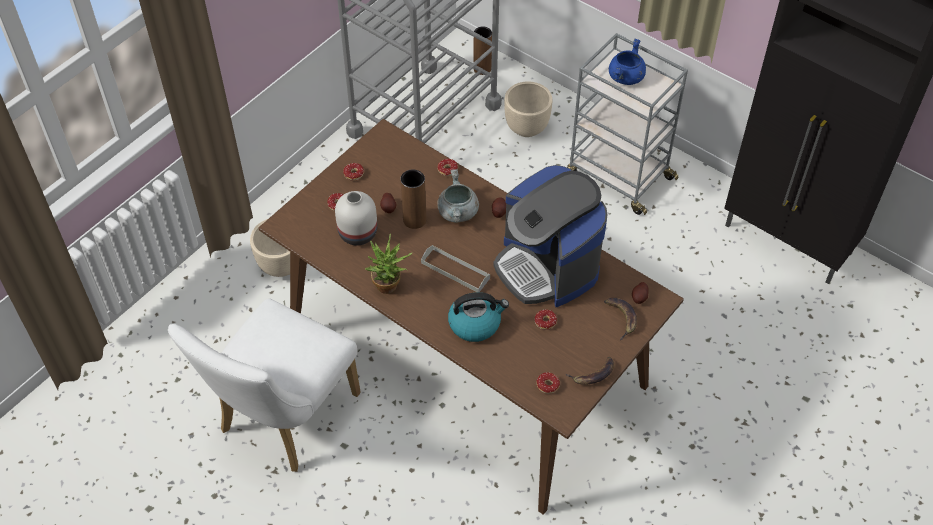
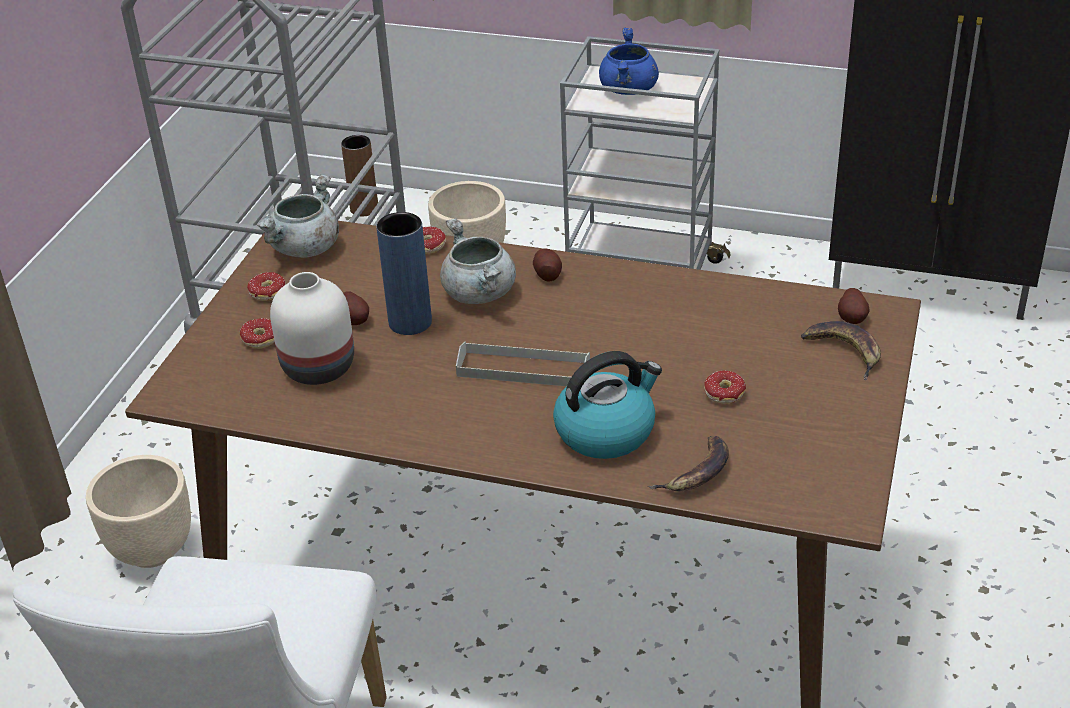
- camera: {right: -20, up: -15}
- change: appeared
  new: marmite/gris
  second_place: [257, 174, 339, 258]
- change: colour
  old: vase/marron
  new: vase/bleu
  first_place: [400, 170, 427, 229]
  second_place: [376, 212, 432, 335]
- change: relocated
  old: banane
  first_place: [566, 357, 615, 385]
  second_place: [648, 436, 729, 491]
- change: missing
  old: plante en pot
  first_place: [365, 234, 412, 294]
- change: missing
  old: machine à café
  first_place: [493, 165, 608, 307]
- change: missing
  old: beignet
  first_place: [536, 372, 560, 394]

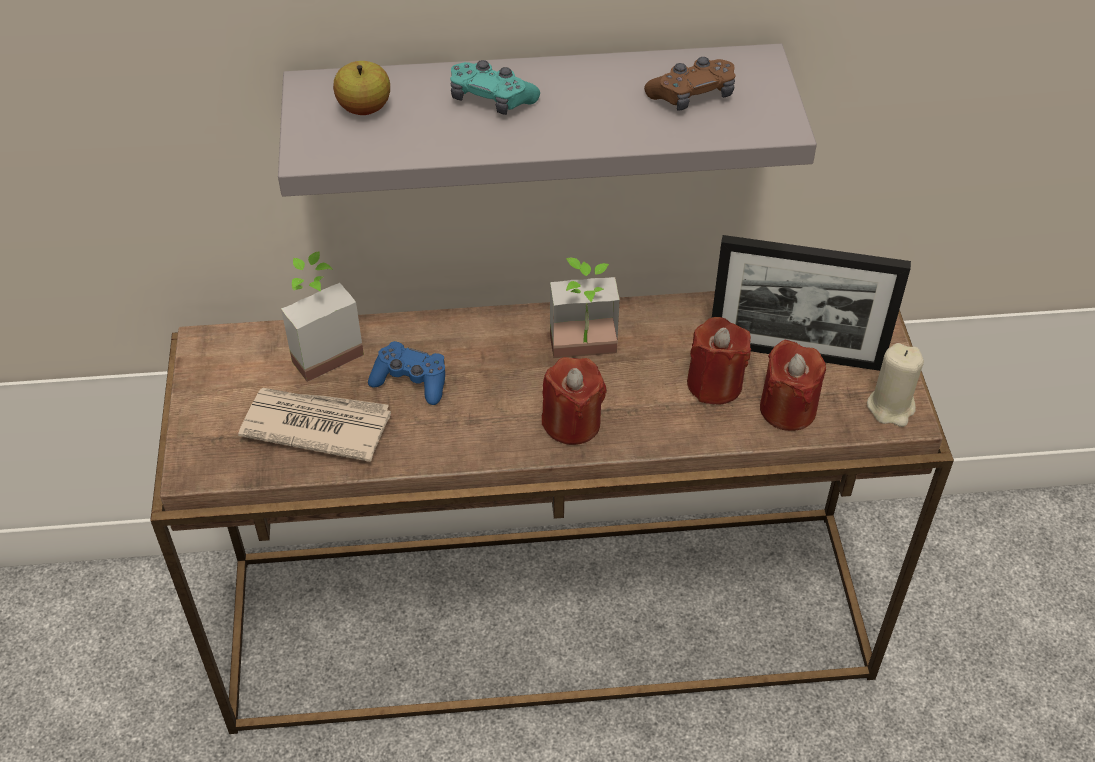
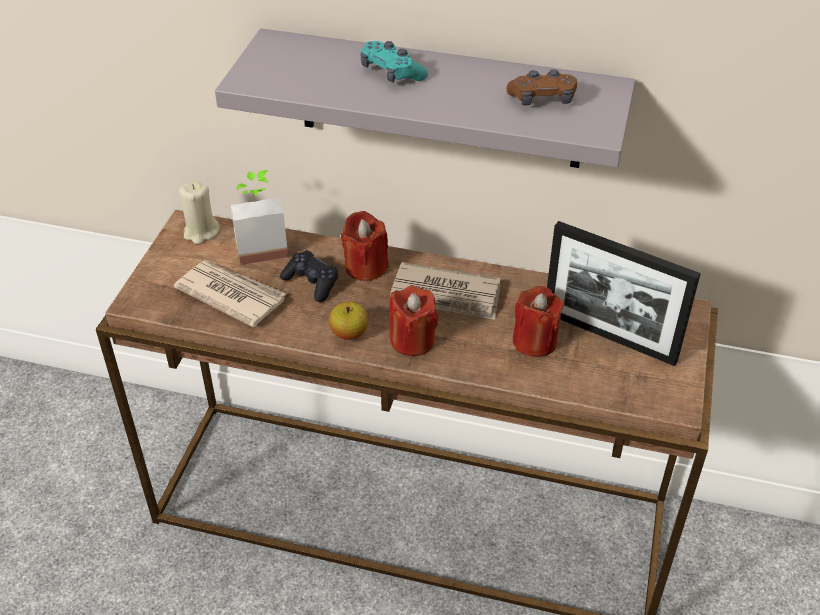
- camera: {right: 20, up: -5}
- change: relocated
  old: bougie/beige
  first_place: [867, 343, 924, 427]
  second_place: [179, 182, 220, 244]
- change: colour
  old: manette/bleu
  new: manette/noir
  first_place: [368, 341, 445, 405]
  second_place: [280, 250, 338, 302]
- change: relocated
  old: pomme
  first_place: [333, 61, 390, 115]
  second_place: [329, 302, 368, 340]
- change: relocated
  old: bougie/rouge
  first_place: [760, 340, 826, 431]
  second_place: [341, 211, 389, 281]
- change: exchanged
  old: plante en pot
  new: journal
  first_place: [550, 258, 620, 358]
  second_place: [390, 262, 501, 320]

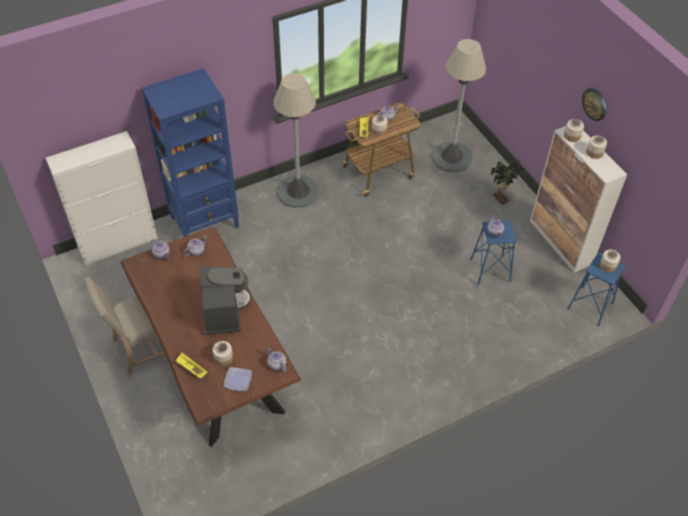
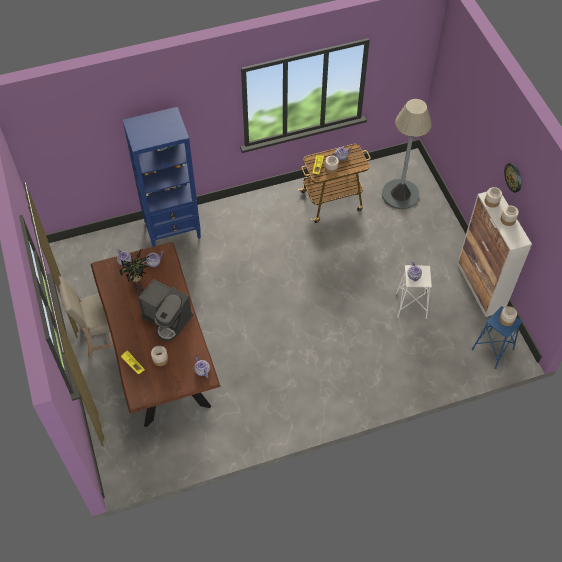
- camera: {right: 10, up: 5}
- change: relocated
  old: plante en pot
  first_place: [491, 160, 524, 205]
  second_place: [120, 249, 150, 296]
- change: spun
  old: machine à café
  first_place: [200, 266, 251, 335]
  second_place: [138, 279, 194, 341]
  degrees: 120
- change: colour
  old: tabouret/bleu
  new: tabouret/blanc
  first_place: [470, 220, 517, 285]
  second_place: [396, 265, 432, 319]
- change: missing
  old: meuble de rangement/blanc
  first_place: [46, 131, 158, 265]
- change: missing
  old: assiette
  first_place: [223, 367, 252, 391]
- change: missing
  old: lampadaire/gris
  first_place: [273, 73, 320, 208]

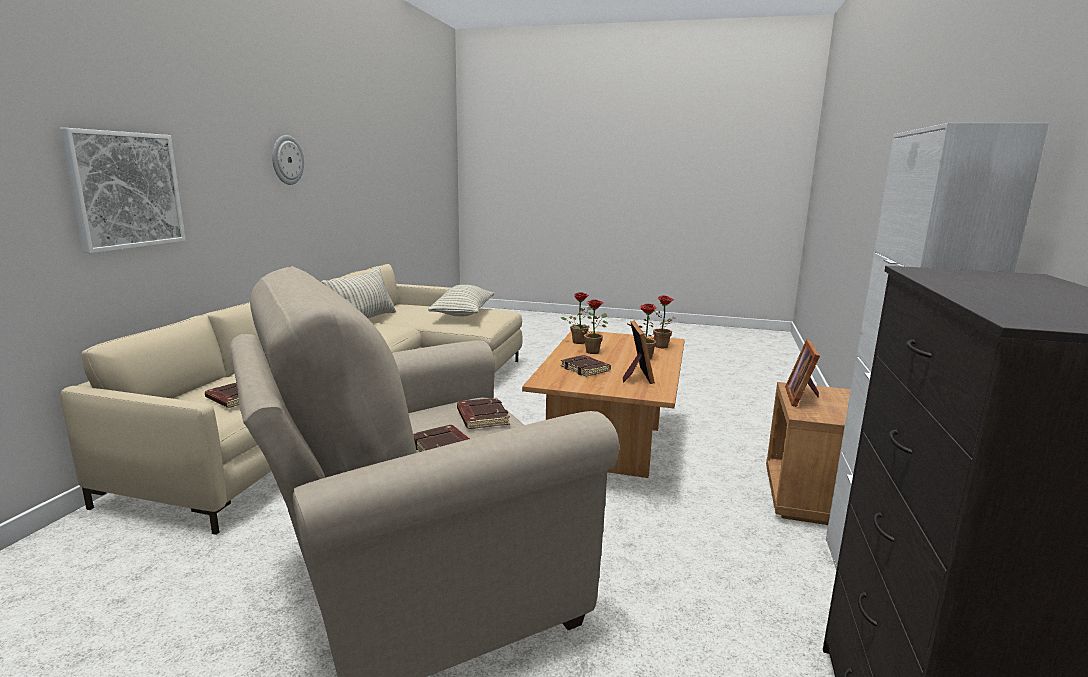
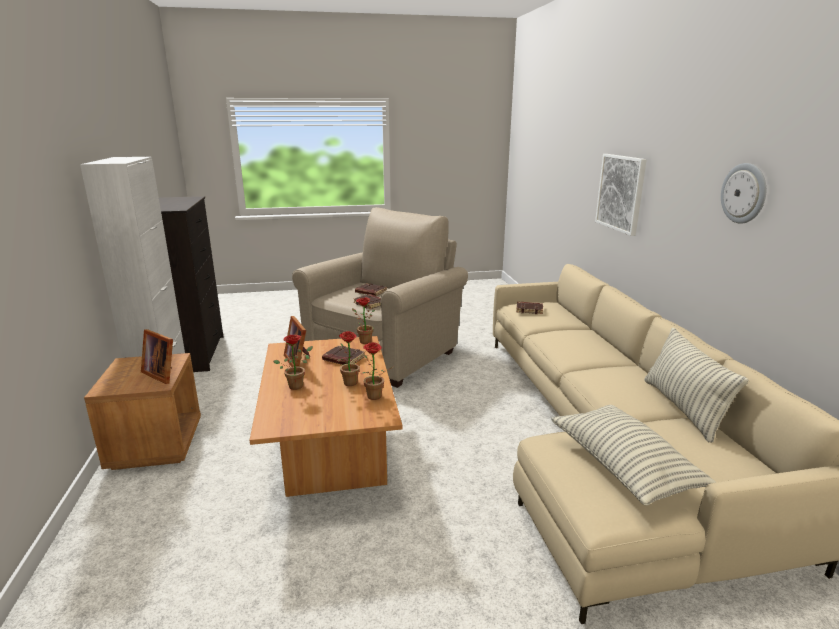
- camera: {right: 155, up: 5}
- change: spun
  old: cadre photo
  first_place: [785, 340, 820, 407]
  second_place: [141, 329, 173, 384]
  degrees: 135
- change: relocated
  old: plante en pot
  first_place: [653, 295, 675, 348]
  second_place: [352, 297, 375, 344]

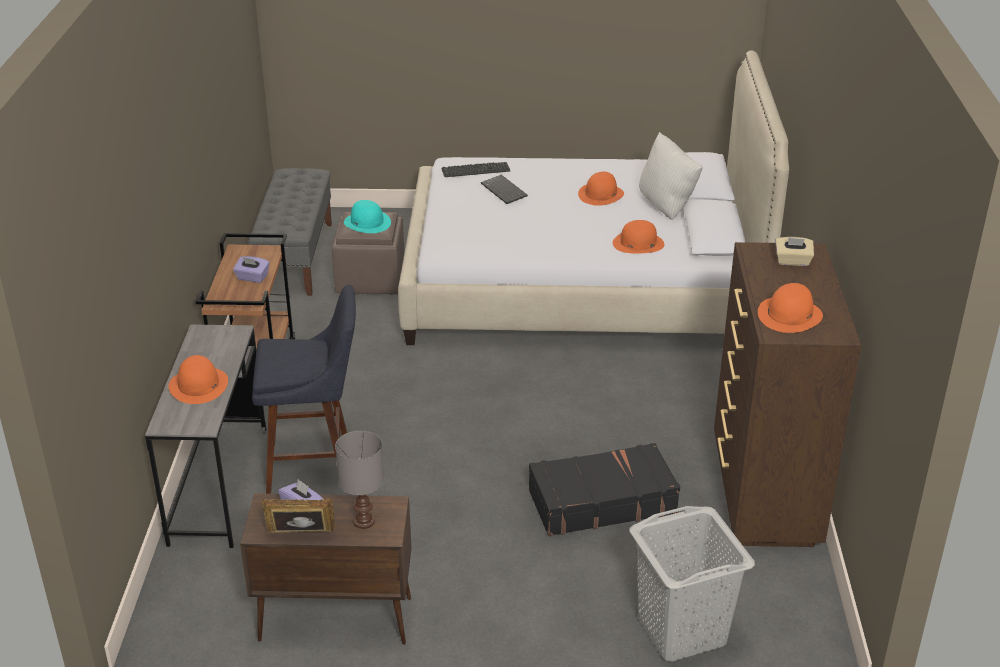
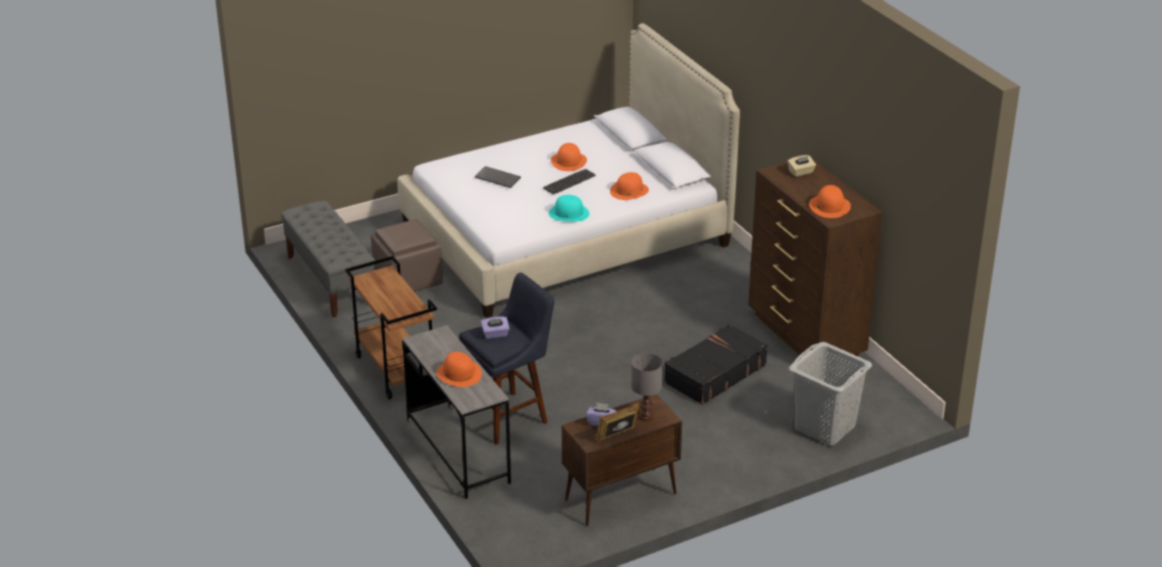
- camera: {right: -30, up: 0}
- change: relocated
  old: boîte à mouchoirs/violet
  first_place: [233, 256, 270, 283]
  second_place: [481, 316, 510, 339]
- change: relocated
  old: clavier
  first_place: [442, 162, 510, 177]
  second_place: [543, 169, 596, 195]
- change: relocated
  old: chapeau/turquoise
  first_place: [344, 200, 391, 233]
  second_place: [549, 195, 589, 222]
- change: missing
  old: coussin/blanc
  first_place: [639, 132, 702, 220]

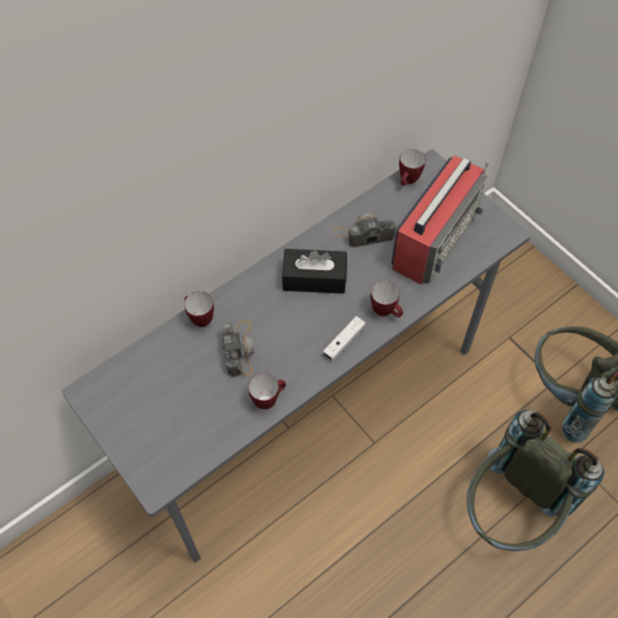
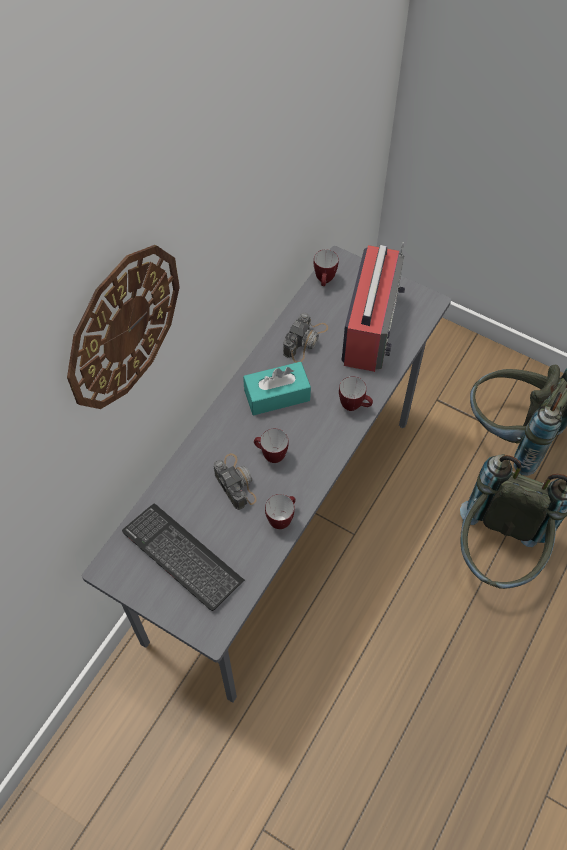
- camera: {right: -20, up: 0}
- change: appeared
  new: horloge murale
  second_place: [67, 245, 180, 409]
- change: appeared
  new: clavier
  second_place: [122, 503, 245, 611]
- change: colour
  old: boîte à mouchoirs/noir
  new: boîte à mouchoirs/turquoise
  first_place: [282, 249, 347, 294]
  second_place: [243, 362, 311, 416]
- change: relocated
  old: mug
  first_place: [184, 291, 214, 327]
  second_place: [254, 429, 288, 463]
- change: spun
  old: appareil photo
  first_place: [334, 212, 396, 247]
  second_place: [283, 312, 328, 363]
  degrees: 150
- change: missing
  old: manette/blanc
  first_place: [323, 316, 365, 361]

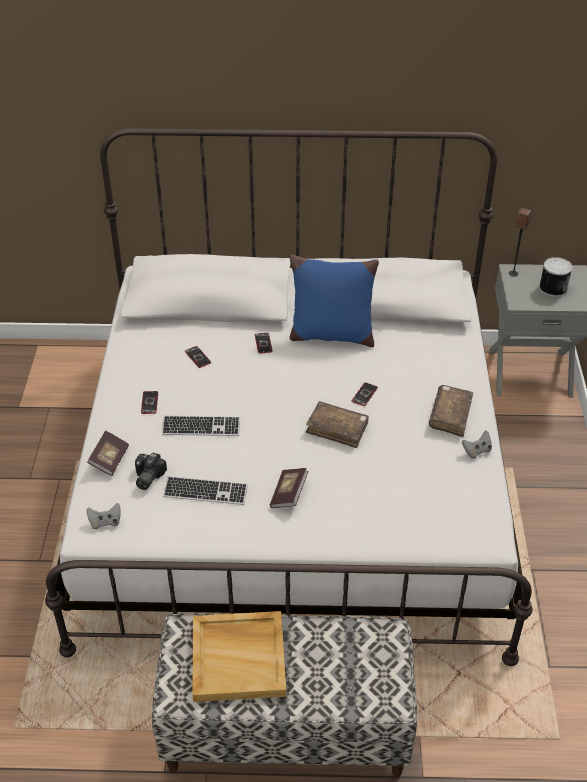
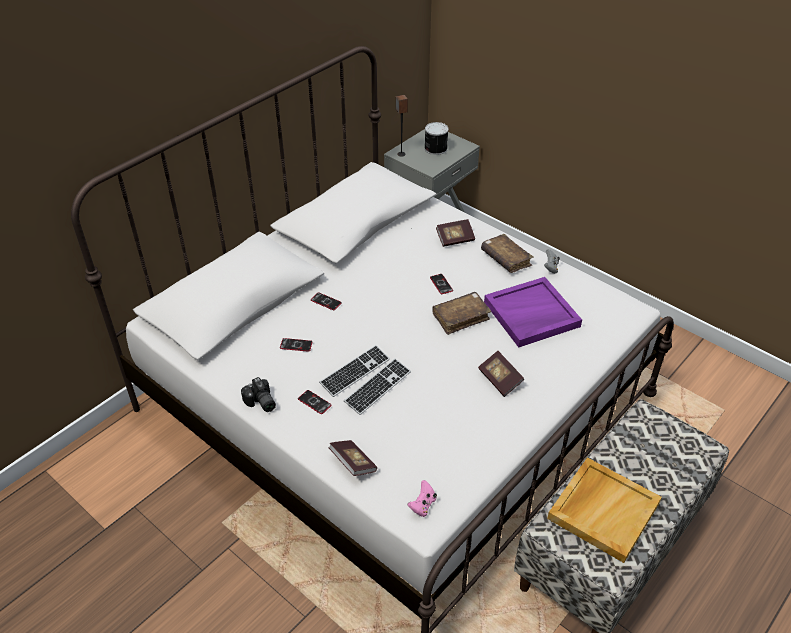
- camera: {right: -50, up: 0}
- change: relocated
  old: appareil photo
  first_place: [135, 453, 167, 490]
  second_place: [241, 377, 276, 412]
- change: relocated
  old: clavier
  first_place: [163, 476, 248, 505]
  second_place: [319, 345, 390, 397]
- change: colour
  old: manette/gris
  new: manette/rose
  first_place: [87, 503, 121, 529]
  second_place: [408, 480, 437, 517]
- change: appeared
  new: livre
  second_place: [436, 219, 475, 247]
- change: appeared
  new: plateau/violet
  second_place: [484, 277, 582, 348]
- change: missing
  old: coussin/bleu
  first_place: [289, 255, 379, 347]

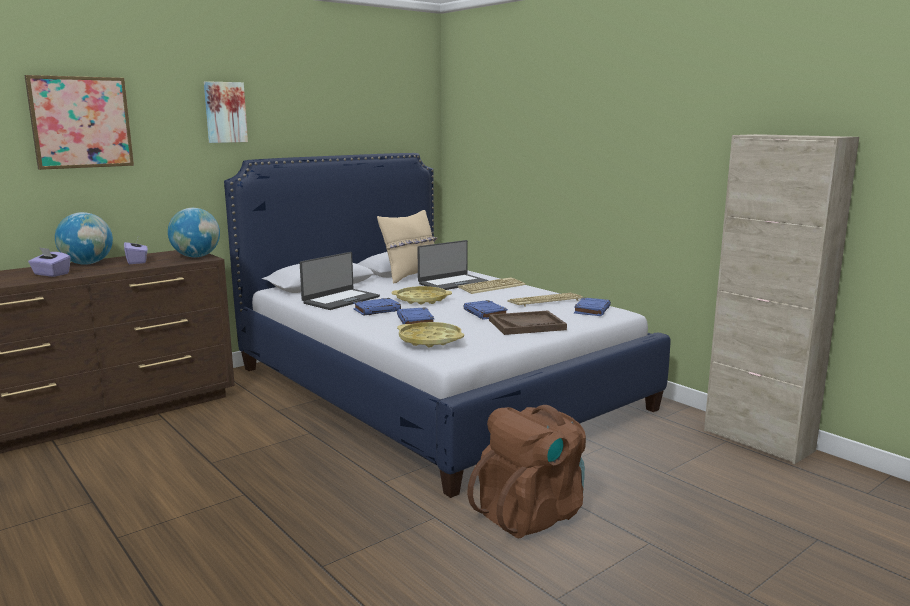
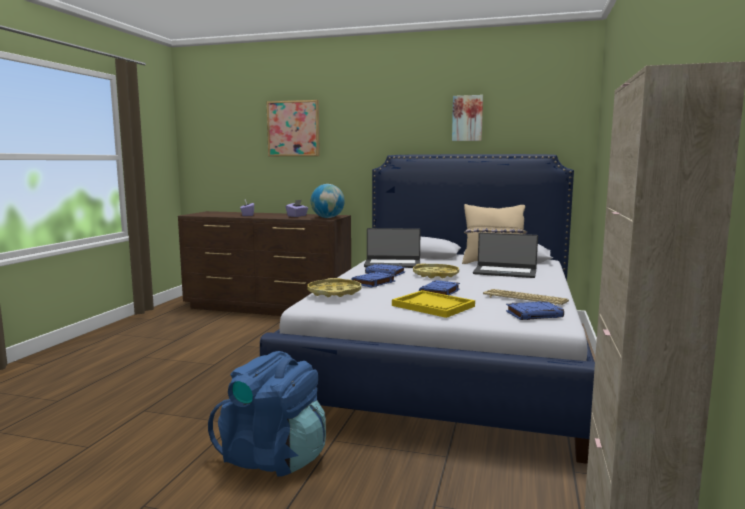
- camera: {right: 55, up: -5}
- change: colour
  old: sac à dos/marron
  new: sac à dos/bleu
  first_place: [467, 405, 586, 538]
  second_place: [208, 351, 326, 476]
- change: colour
  old: plateau/marron
  new: plateau/jaune
  first_place: [489, 311, 567, 335]
  second_place: [392, 290, 475, 318]
- change: relocated
  old: tableau
  first_place: [204, 81, 248, 143]
  second_place: [452, 95, 483, 141]
- change: missing
  old: globe
  first_place: [55, 212, 113, 265]
- change: missing
  old: clavier
  first_place: [458, 277, 525, 294]

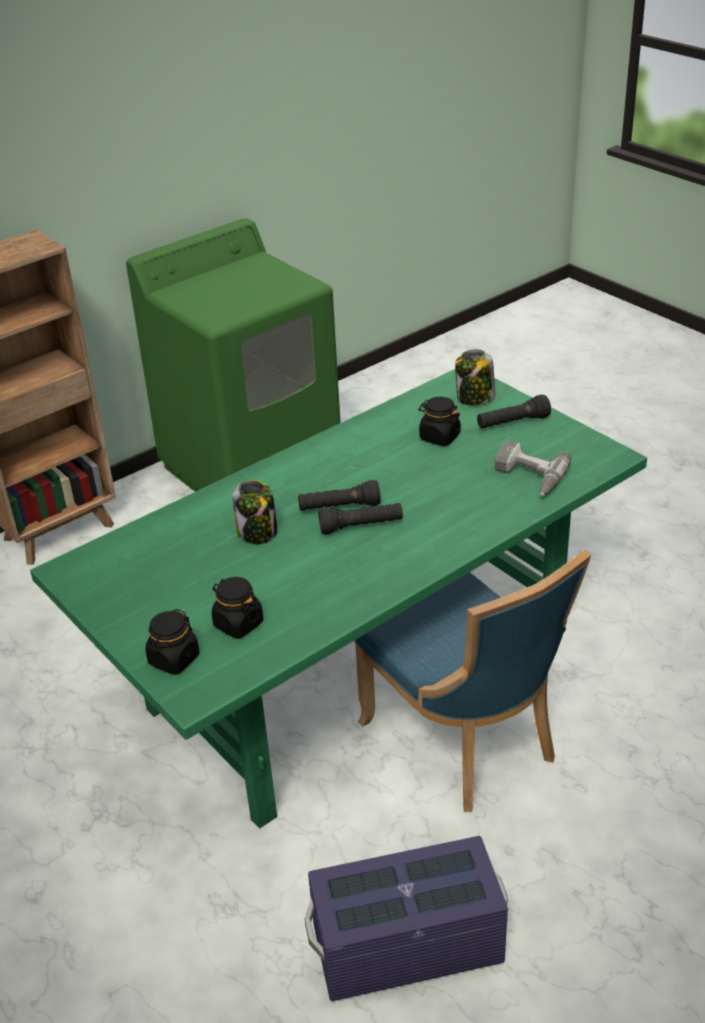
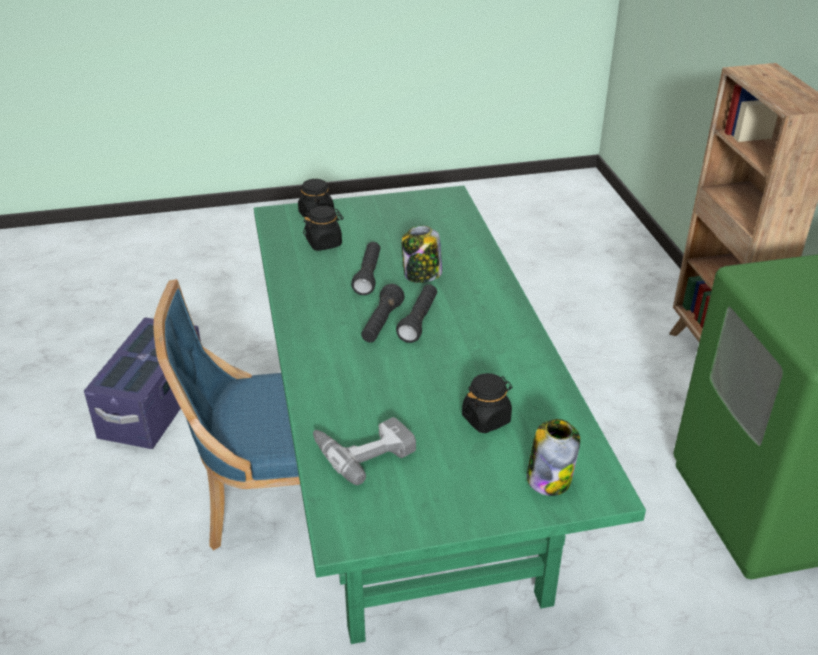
- camera: {right: 115, up: 0}
- change: relocated
  old: lampe de poche/noir
  first_place: [477, 395, 551, 428]
  second_place: [351, 242, 380, 295]

